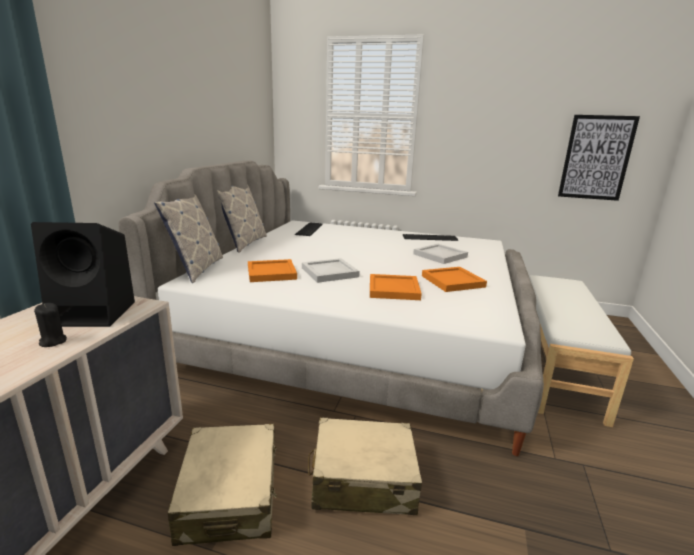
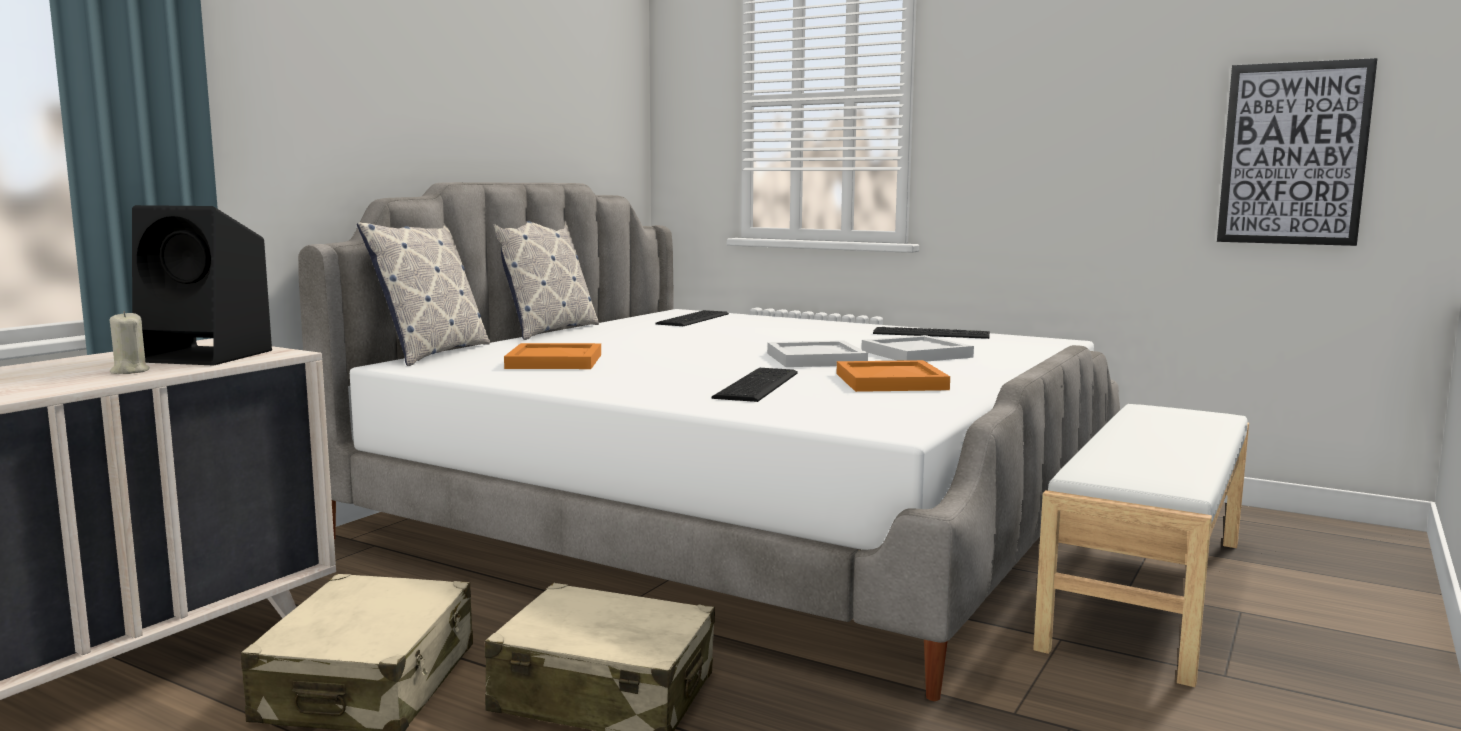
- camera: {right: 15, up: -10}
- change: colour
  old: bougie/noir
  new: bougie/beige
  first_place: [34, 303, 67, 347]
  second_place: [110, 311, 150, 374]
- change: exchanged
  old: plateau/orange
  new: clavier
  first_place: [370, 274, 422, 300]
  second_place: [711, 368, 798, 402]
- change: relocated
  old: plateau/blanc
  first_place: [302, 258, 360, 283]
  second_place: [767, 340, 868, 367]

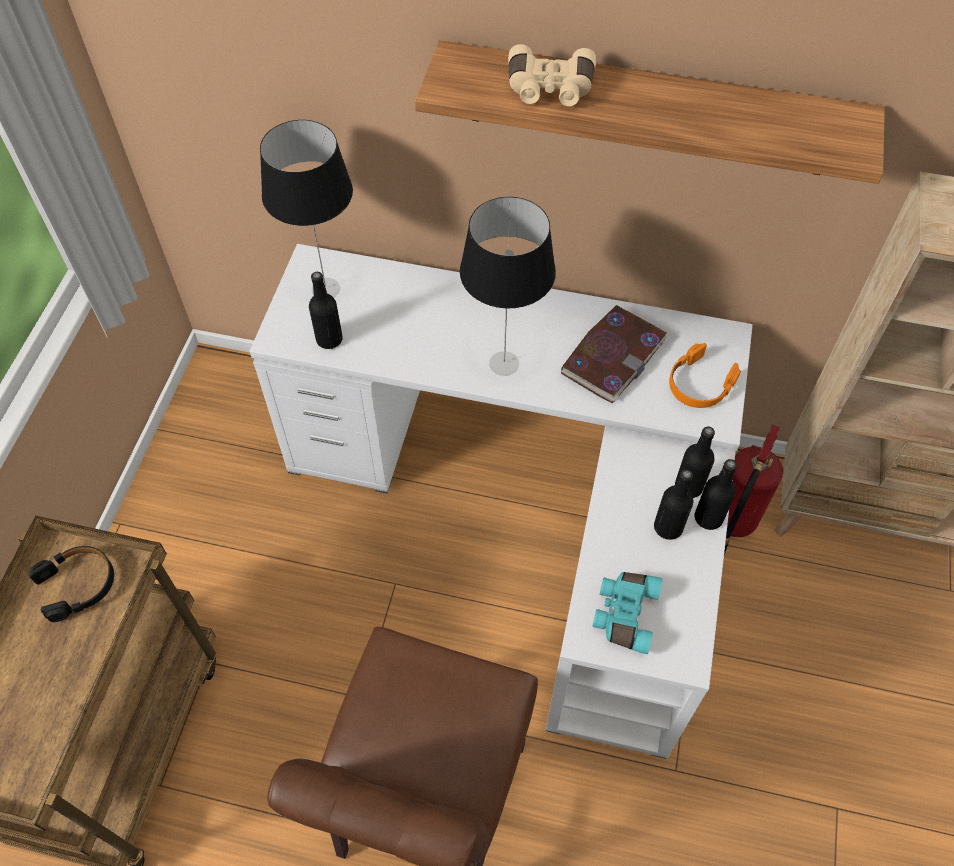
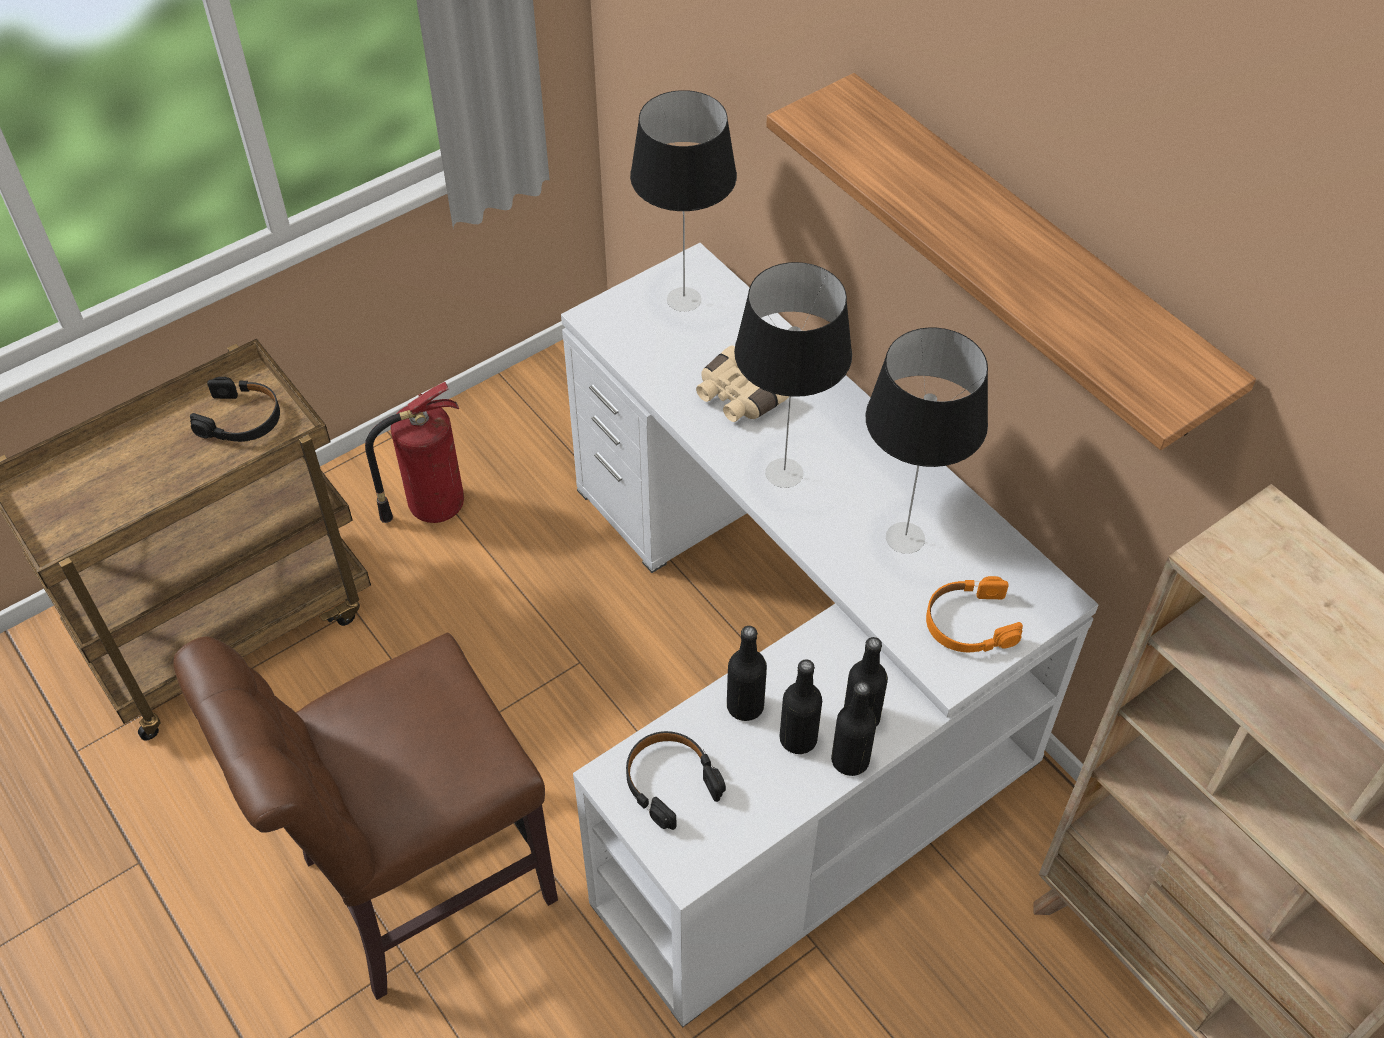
- camera: {right: 40, up: -5}
- change: relocated
  old: extincteur
  first_place: [724, 425, 783, 555]
  second_place: [365, 382, 464, 523]
- change: exchanged
  old: jumelles/turquoise
  new: casque audio/noir
  first_place: [593, 572, 663, 654]
  second_place: [626, 731, 726, 830]
- change: relocated
  old: jumelles/beige
  first_place: [508, 44, 596, 106]
  second_place: [696, 346, 789, 422]
- change: relocated
  old: bouteille/noir
  first_place: [309, 272, 343, 349]
  second_place: [727, 626, 767, 721]
- change: exchanged
  old: livre
  new: lampe de table
  first_place: [561, 305, 667, 403]
  second_place: [865, 327, 988, 554]

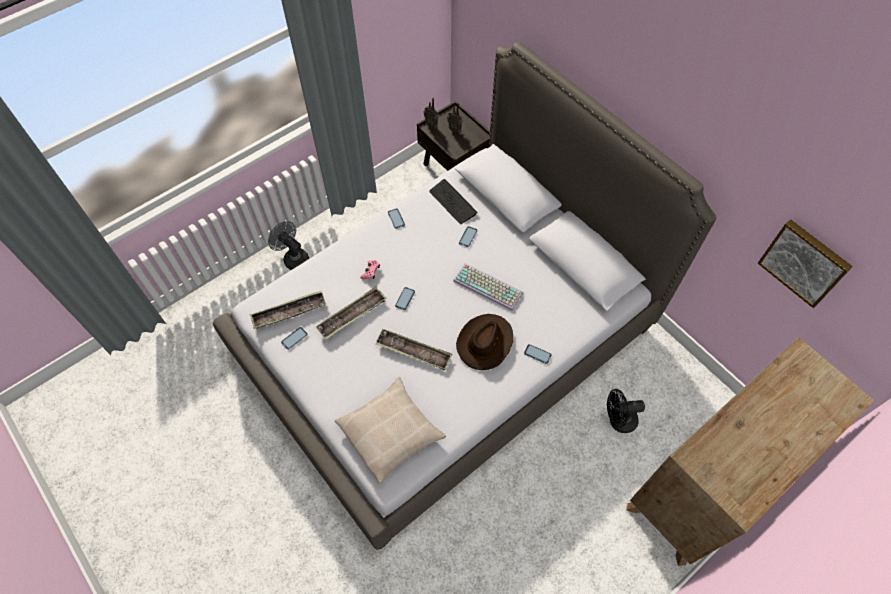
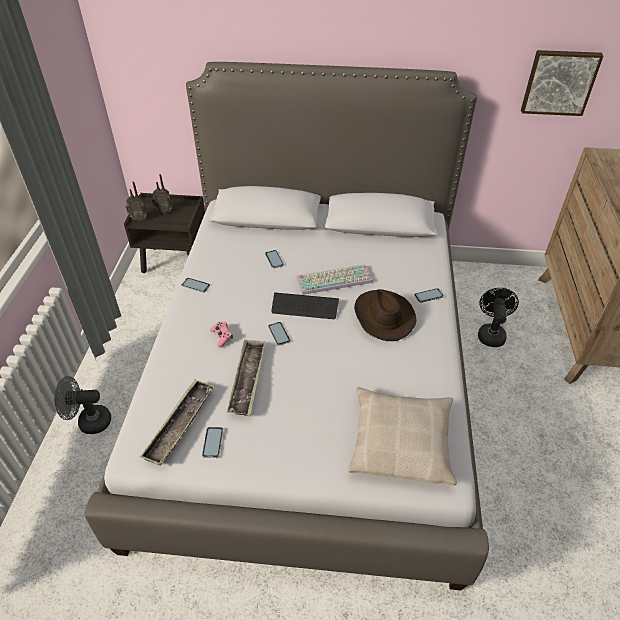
- camera: {right: -45, up: -15}
- change: relocated
  old: clavier
  first_place: [429, 179, 477, 224]
  second_place: [271, 293, 339, 319]
- change: spun
  old: ventilateur/noir
  first_place: [607, 389, 645, 433]
  second_place: [478, 288, 519, 347]
  degrees: 150
- change: missing
  old: plateau
  first_place: [375, 329, 452, 370]

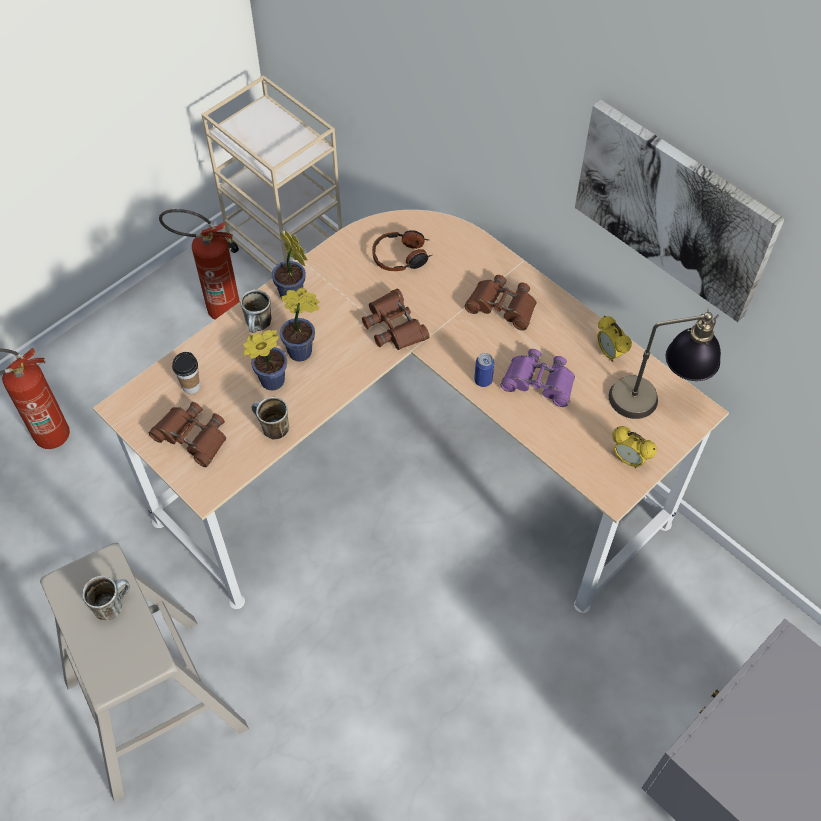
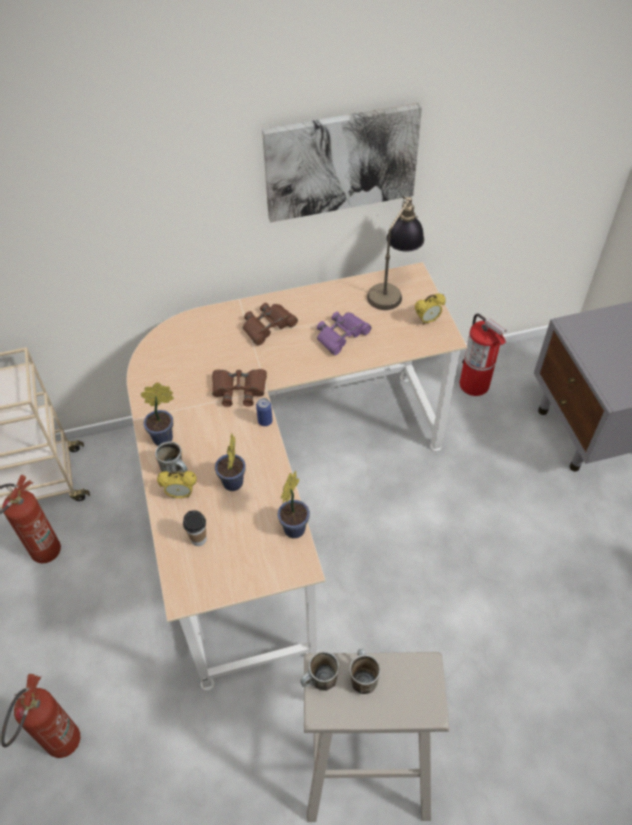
- camera: {right: -60, up: -5}
- change: relocated
  old: réveil
  first_place: [597, 316, 632, 362]
  second_place: [157, 471, 197, 498]
- change: relocated
  old: boîte métallique
  first_place: [474, 353, 494, 387]
  second_place: [256, 398, 273, 426]
- change: relocated
  old: plante en pot
  first_place: [280, 287, 320, 361]
  second_place: [278, 471, 310, 538]
- change: relocated
  old: mug
  first_place: [251, 397, 289, 440]
  second_place: [300, 651, 339, 691]
- change: appeared
  new: extincteur
  second_place: [460, 314, 507, 396]
- change: missing
  old: jumelles/marron
  first_place: [149, 402, 226, 467]
- change: missing
  old: casque audio
  first_place: [372, 230, 432, 271]

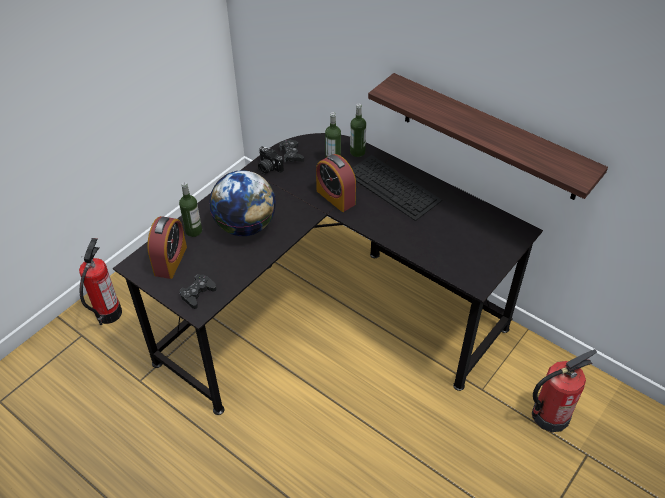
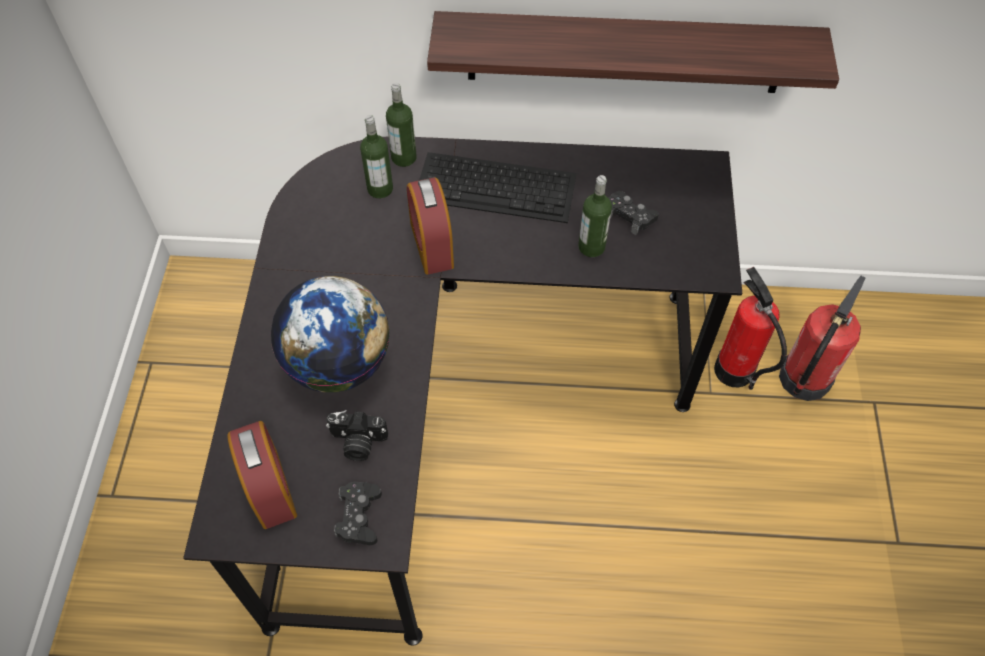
- camera: {right: -35, up: 10}
- change: relocated
  old: appareil photo
  first_place: [258, 146, 284, 174]
  second_place: [326, 410, 388, 461]
- change: spun
  old: réveil
  first_place: [316, 154, 356, 212]
  second_place: [407, 177, 454, 275]
  degrees: 60
- change: relocated
  old: bouteille
  first_place: [179, 182, 202, 237]
  second_place: [578, 175, 612, 257]
- change: relocated
  old: manette/noir
  first_place: [279, 139, 304, 163]
  second_place: [609, 191, 659, 235]
- change: relocated
  old: extincteur
  first_place: [79, 238, 122, 325]
  second_place: [714, 267, 787, 390]

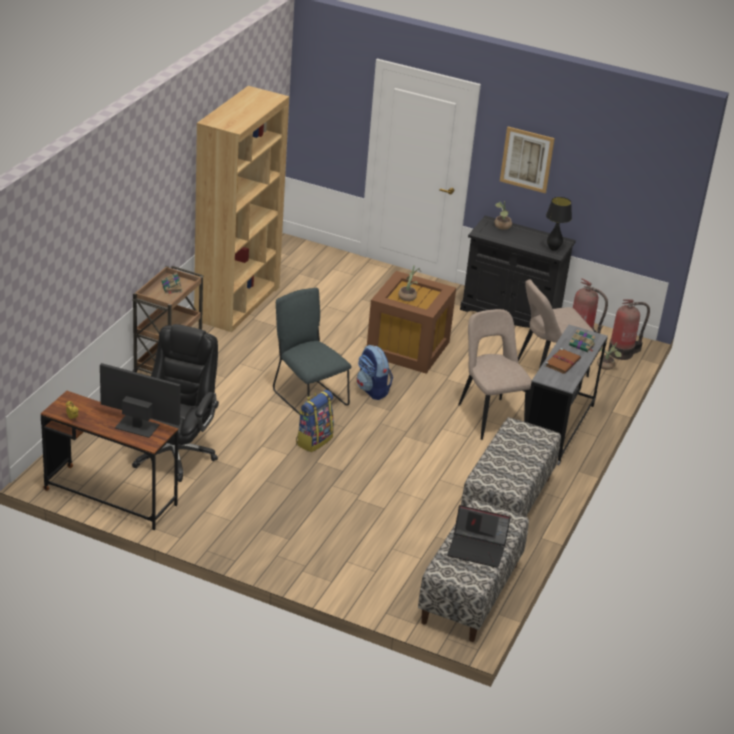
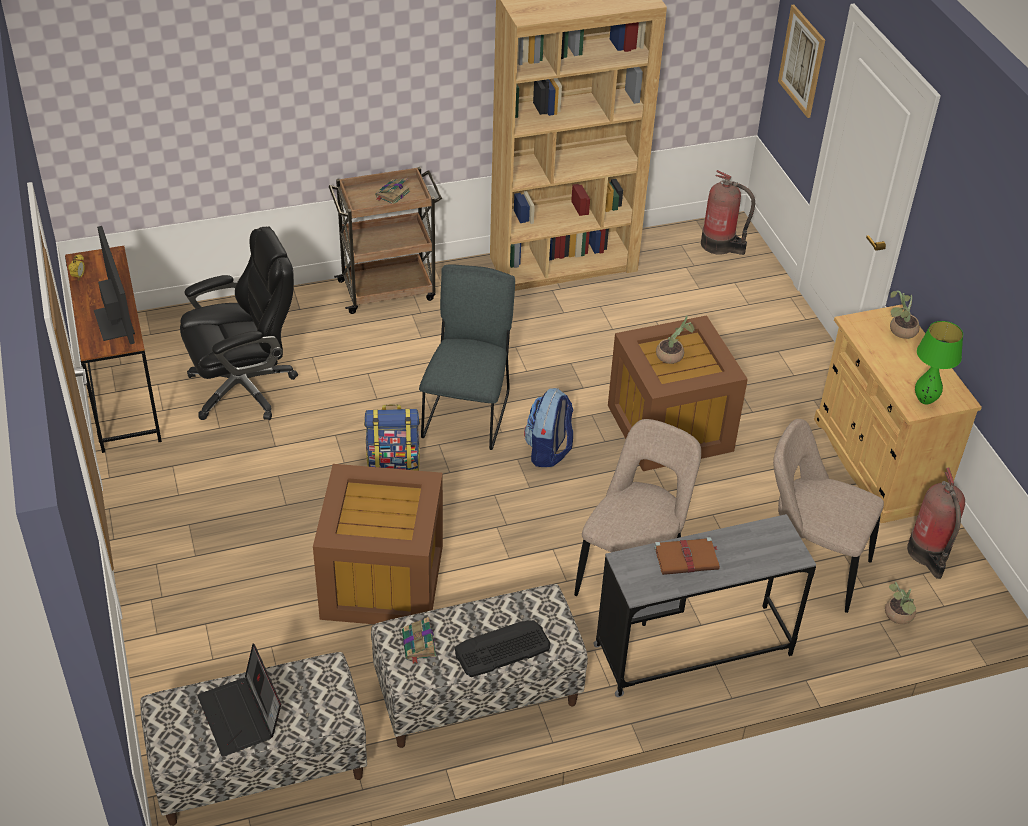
- camera: {right: 50, up: 10}
- change: appeared
  new: boîte de rangement/marron
  second_place: [313, 464, 443, 624]
- change: relocated
  old: livre
  first_place: [569, 330, 596, 352]
  second_place: [402, 617, 436, 664]
- change: appeared
  new: clavier
  second_place: [455, 620, 551, 677]
- change: relocated
  old: extincteur
  first_place: [608, 299, 650, 360]
  second_place: [701, 170, 755, 255]
- change: relocated
  old: tableau
  first_place: [500, 127, 555, 193]
  second_place: [778, 4, 825, 118]
- change: colour
  old: meuble de rangement/noir
  new: meuble de rangement/beige
  first_place: [460, 216, 576, 328]
  second_place: [814, 304, 982, 523]
- change: colour
  old: lampe de table/noir
  new: lampe de table/vert
  first_place: [546, 197, 572, 251]
  second_place: [915, 321, 963, 404]

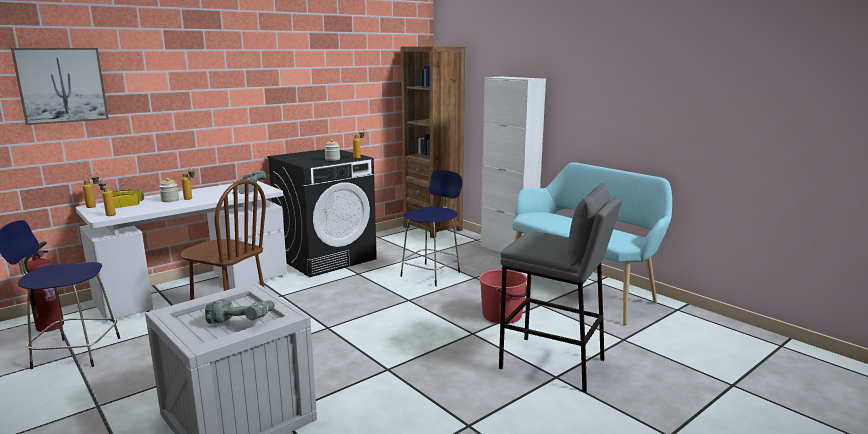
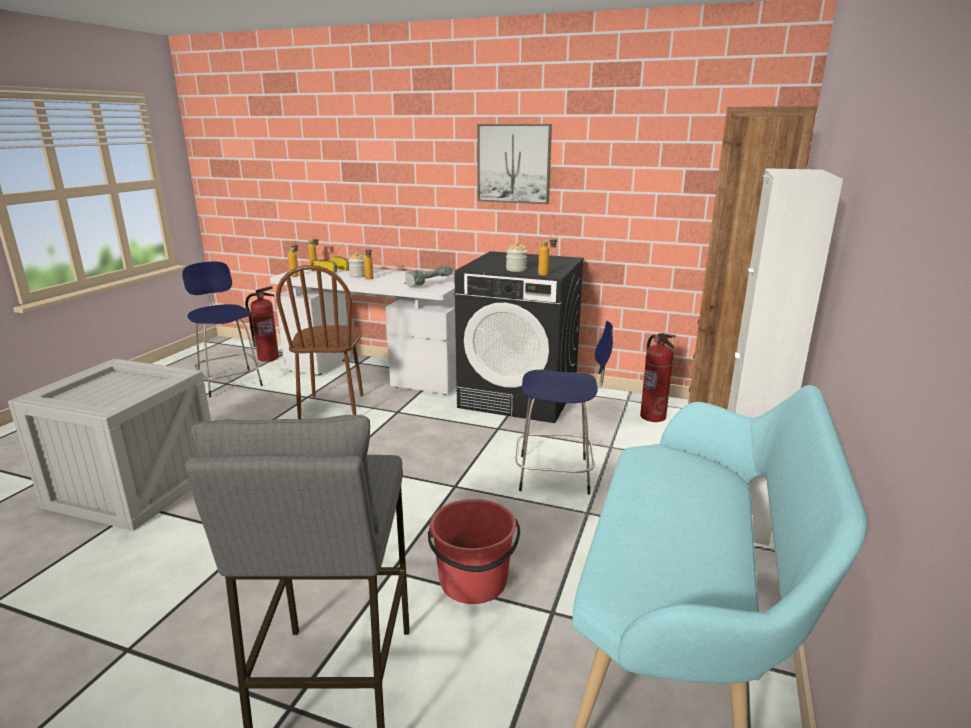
- camera: {right: 60, up: 5}
- change: relocated
  old: tableau
  first_place: [11, 48, 109, 125]
  second_place: [477, 124, 552, 204]
- change: appeared
  new: extincteur
  second_place: [640, 333, 676, 422]
- change: missing
  old: perceuse
  first_place: [205, 299, 276, 324]

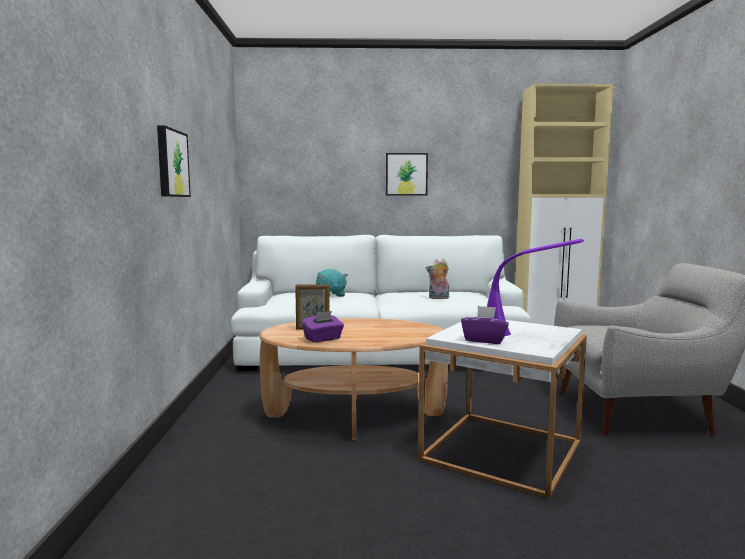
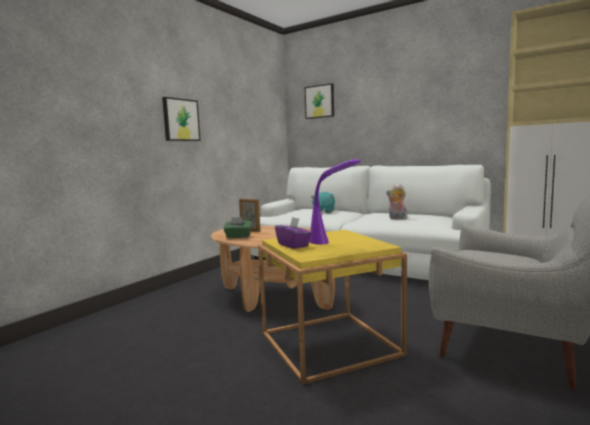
- camera: {right: 35, up: 0}
- change: colour
  old: boîte à mouchoirs/violet
  new: boîte à mouchoirs/vert
  first_place: [301, 311, 344, 343]
  second_place: [223, 217, 252, 238]
- change: colour
  old: table d'appoint/blanc
  new: table d'appoint/jaune
  first_place: [418, 316, 587, 499]
  second_place: [258, 230, 407, 385]
- change: relocated
  old: tableau
  first_place: [386, 153, 428, 195]
  second_place: [305, 83, 334, 119]

